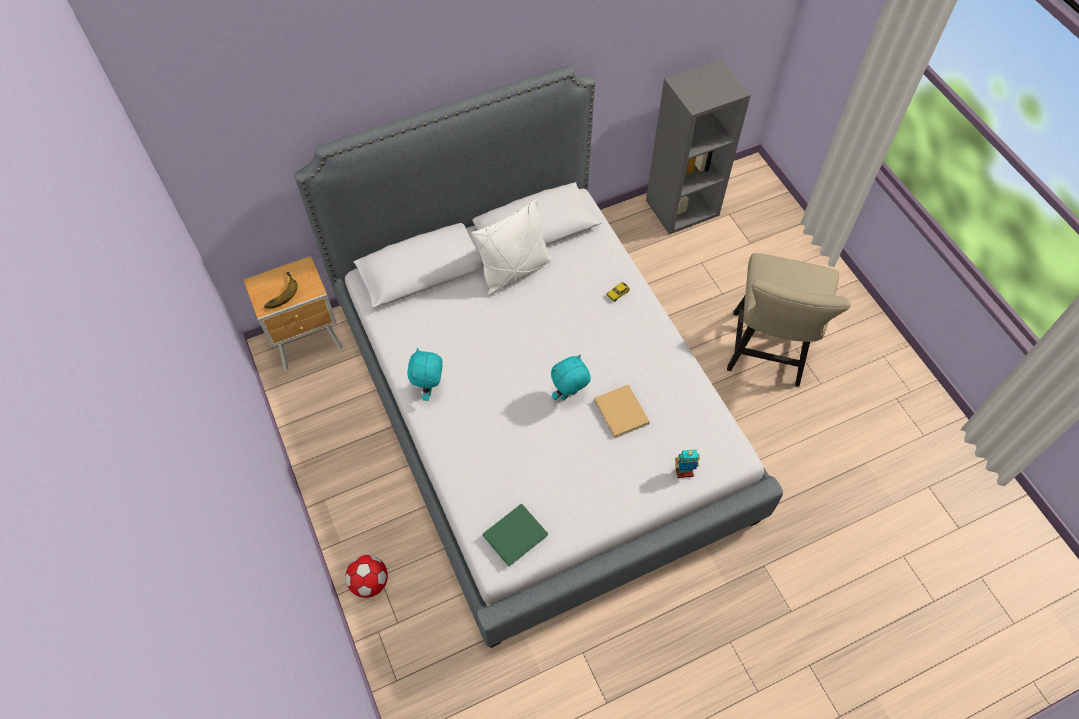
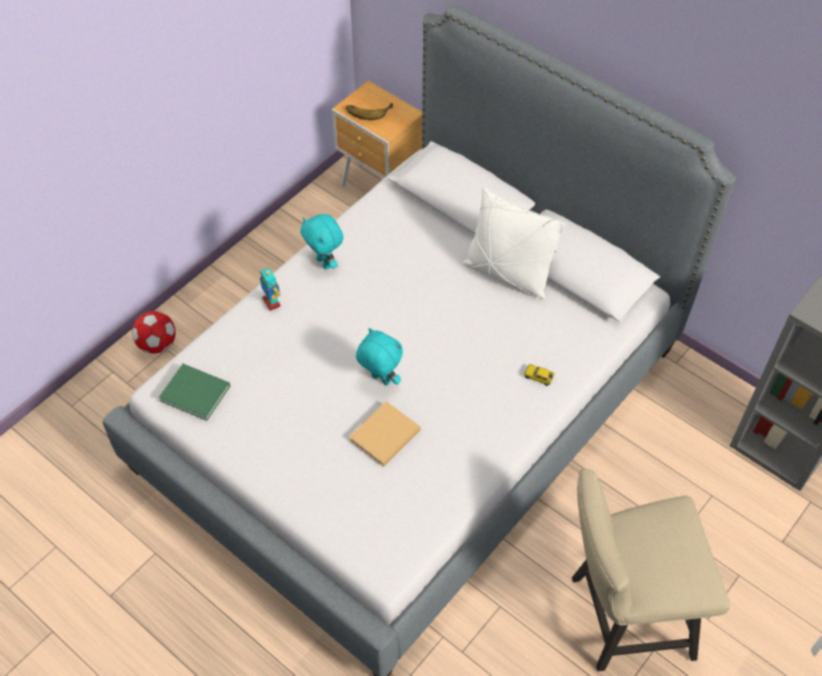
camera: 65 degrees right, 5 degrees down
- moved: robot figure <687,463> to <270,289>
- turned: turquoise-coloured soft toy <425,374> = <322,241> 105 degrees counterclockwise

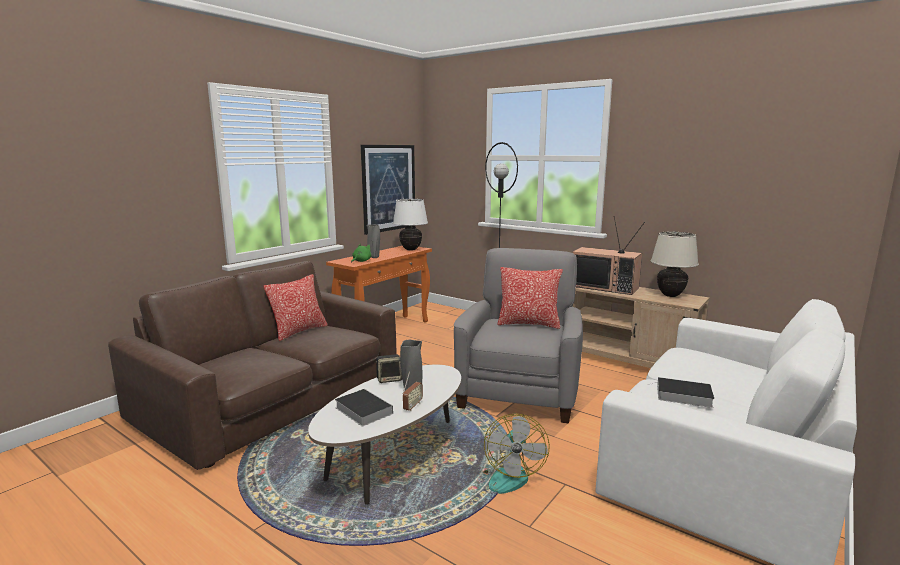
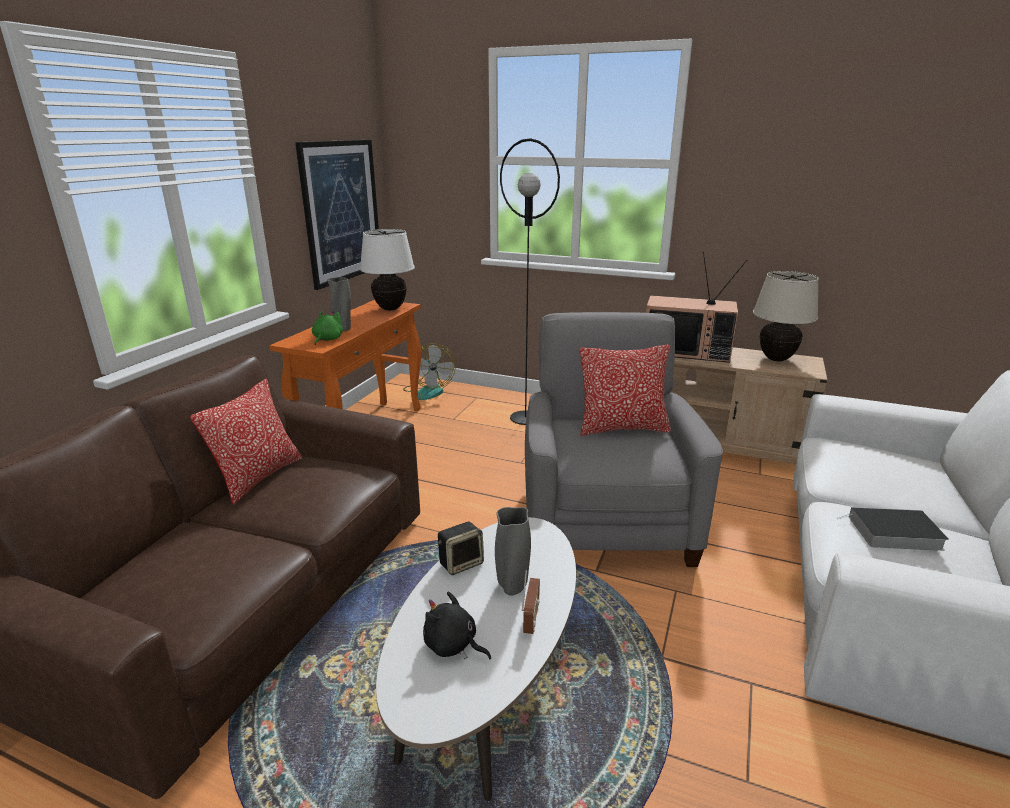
camera: 15 degrees left, 10 degrees up
- moved: fan <516,453> to <429,372>
- replaced: volume <364,407> to blackish soft toy <457,625>

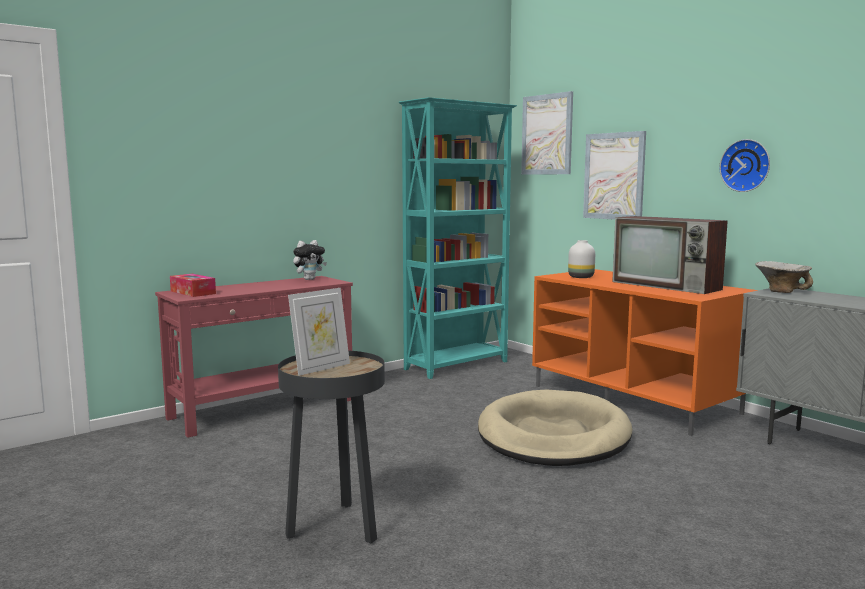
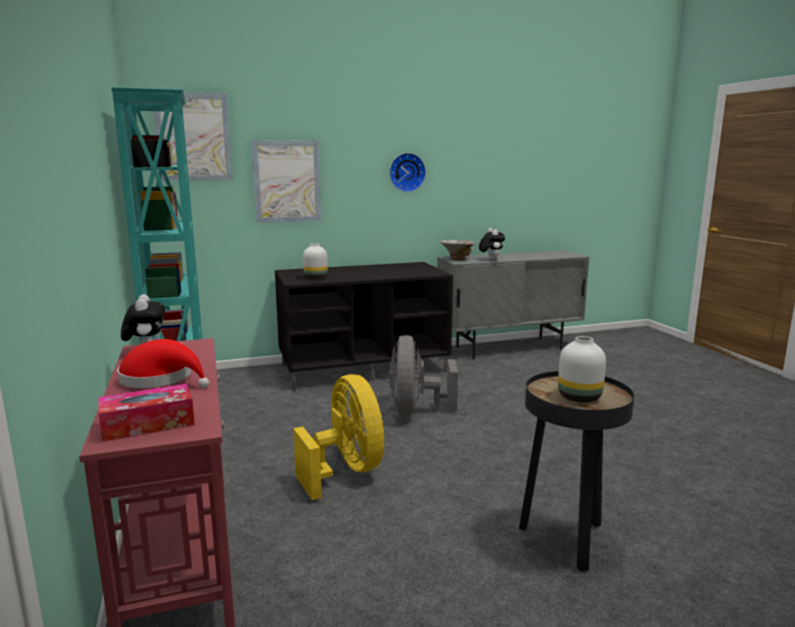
camera: 70 degrees left, 5 degrees up
- removed: TV <670,255>
- added: red clothing hat <163,363>
- added: yellow fan <338,437>
- added: soft toy <492,244>
- replaced: picture frame <319,332> to white flower vase <582,369>
- replaced: beige-coloured dog bed <555,427> to grey fan <423,375>
- recoloured: orange-coloured tv stand <645,352> to blackish tv stand <364,326>

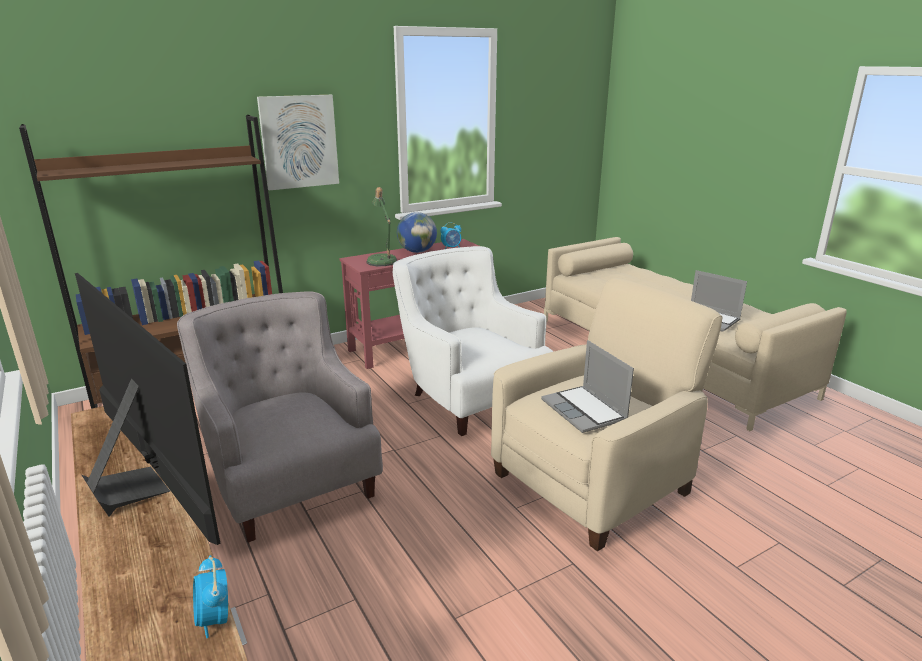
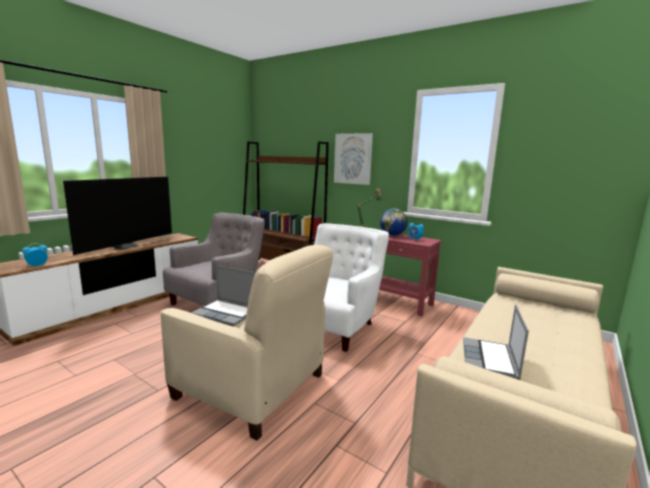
camera: 65 degrees right, 10 degrees down
- turned: portable computer <587,386> = <223,295> 105 degrees counterclockwise

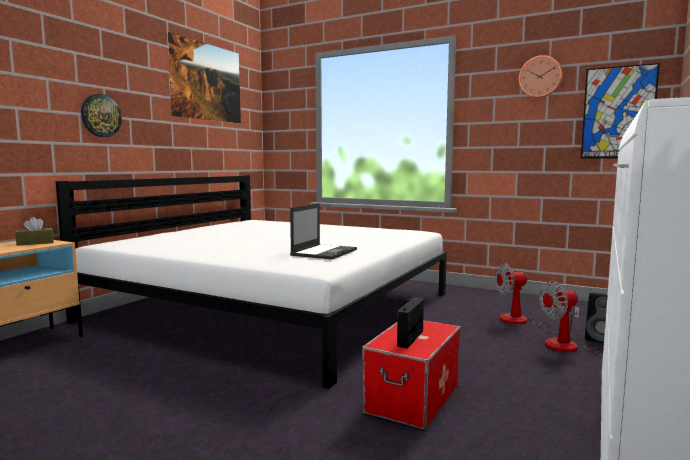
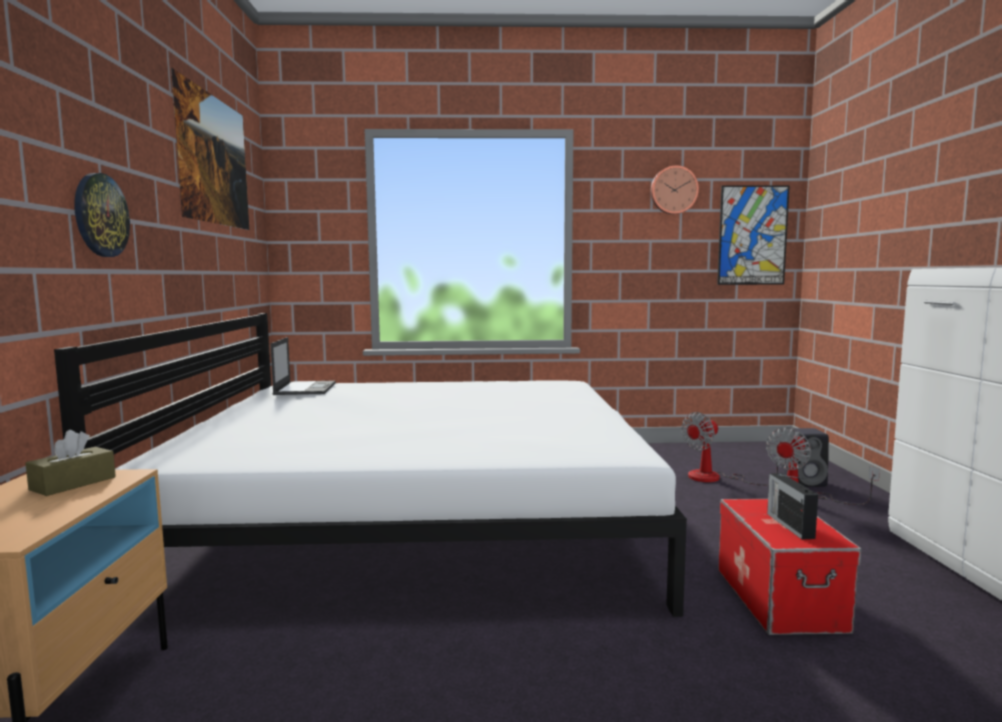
camera: 30 degrees left, 0 degrees up
- moved: portable computer <323,231> to <303,366>

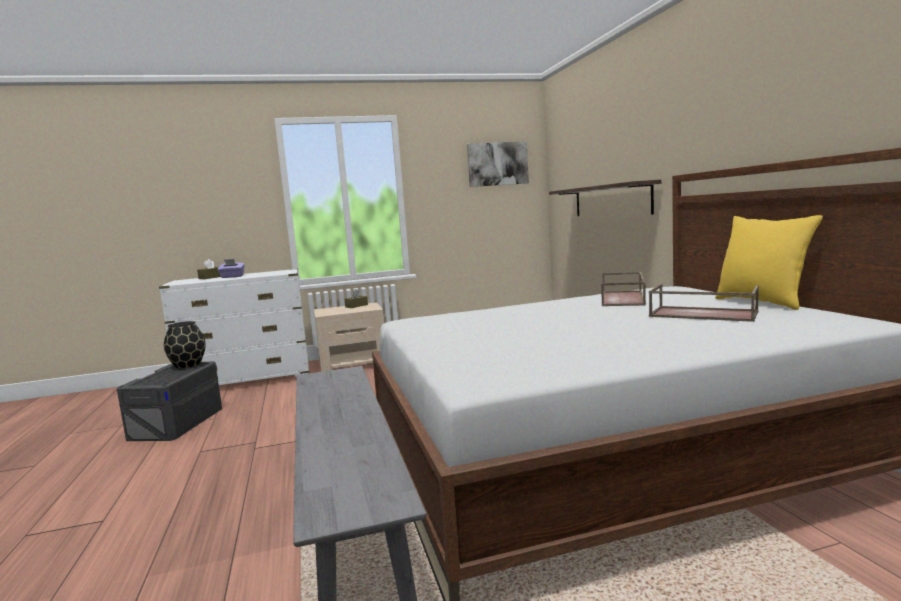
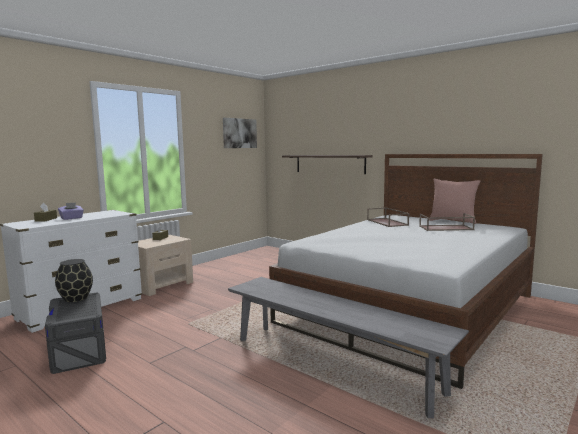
camera: 35 degrees left, 0 degrees up
- recoloured: yellow pillow <769,262> to pink pillow <455,201>

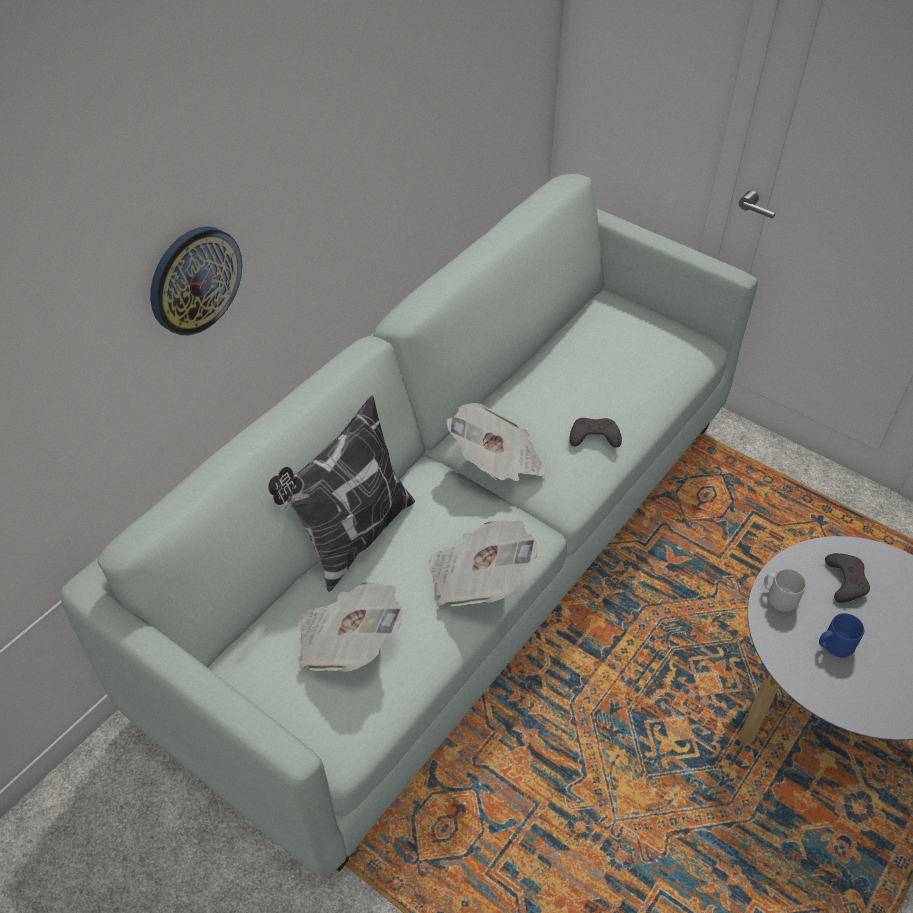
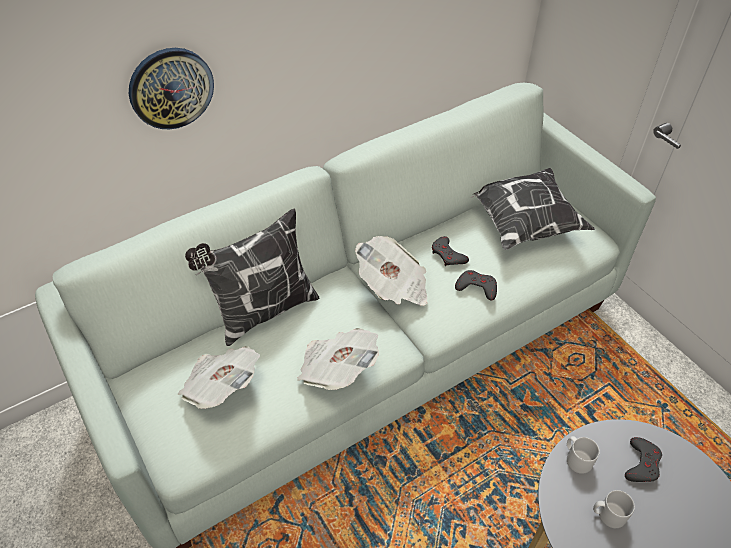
camera: 20 degrees right, 0 degrees up
- added: grey joypad <450,251>
- added: pillow <532,209>
- recoloured: bluish mug <841,635> to grey mug <614,509>

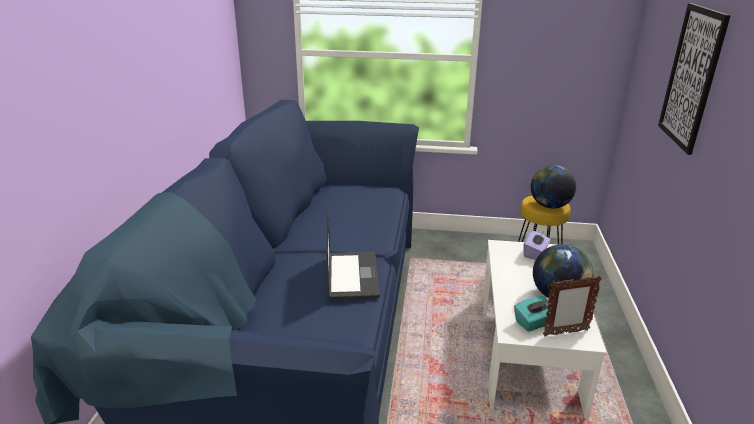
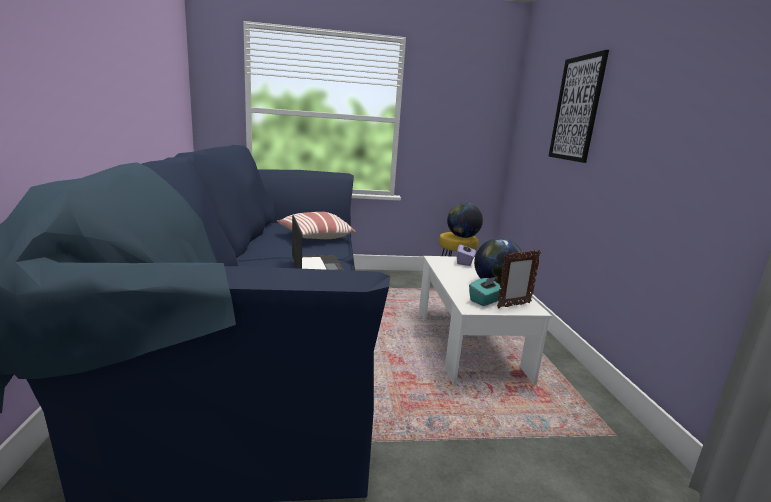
camera: 15 degrees left, 10 degrees down
- added: pillow <316,225>

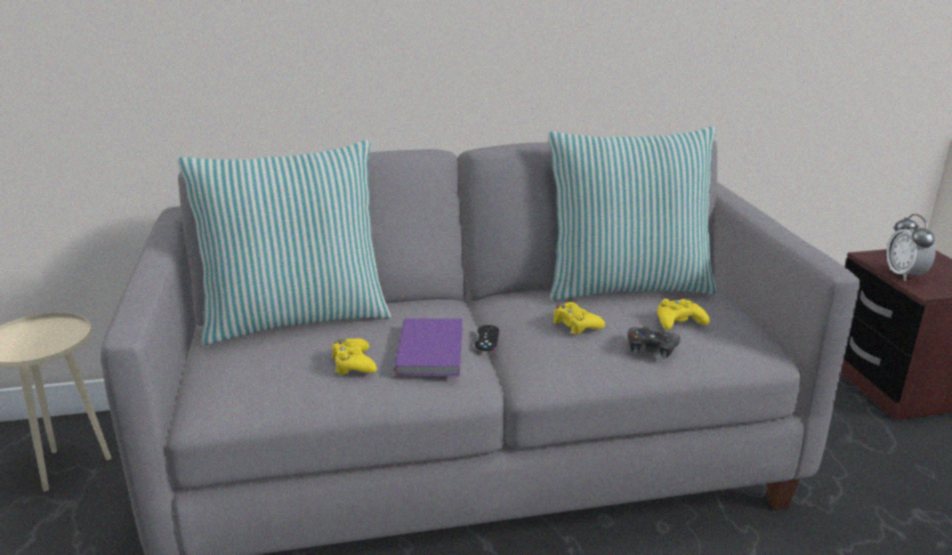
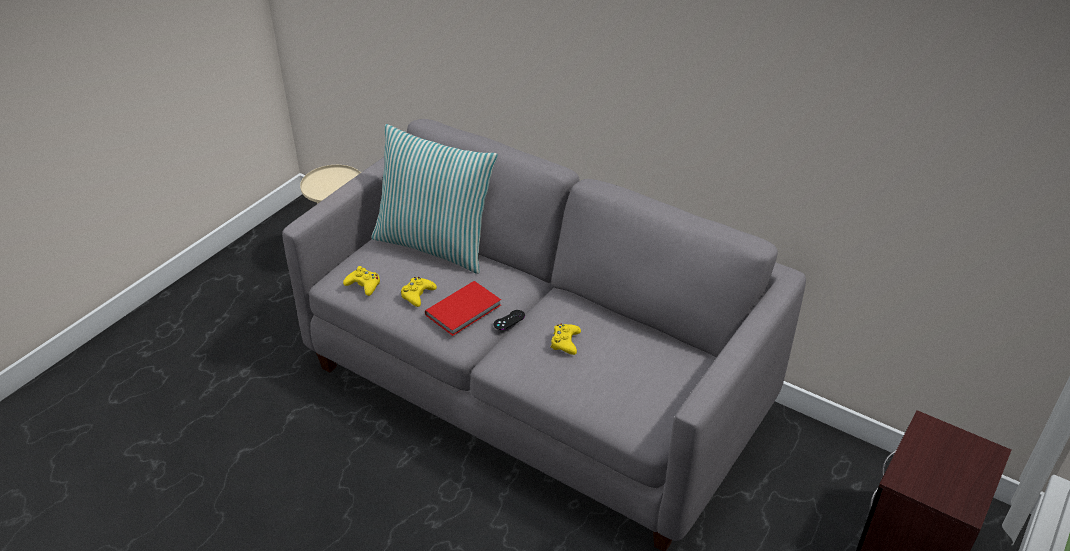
camera: 45 degrees right, 15 degrees up
- removed: pillow <632,213>
- removed: blackish joypad <653,342>
- removed: alarm clock <911,247>
- moved: yellow joypad <683,314> to <361,281>
- recoloured: purple-coloured volume <428,347> to red volume <463,308>

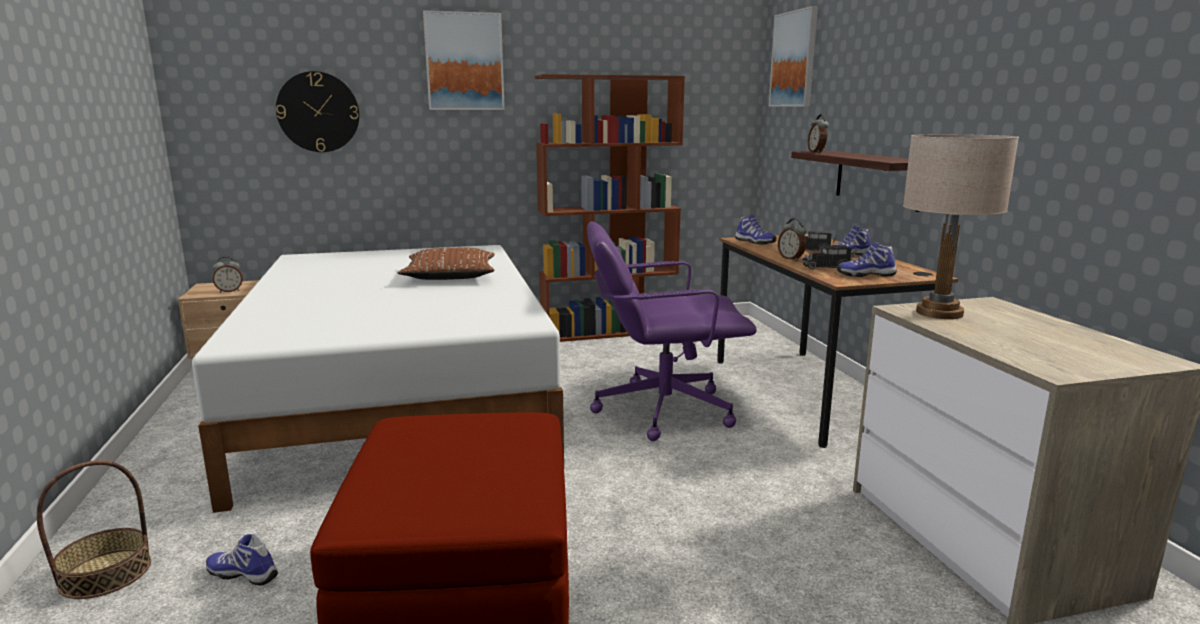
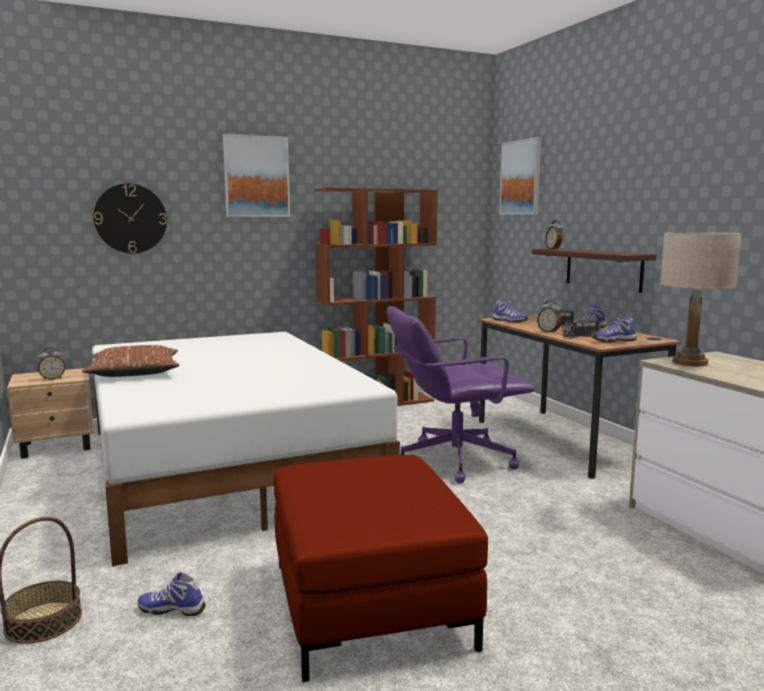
camera: 10 degrees left, 5 degrees down
- moved: brown pillow <446,264> to <130,361>

